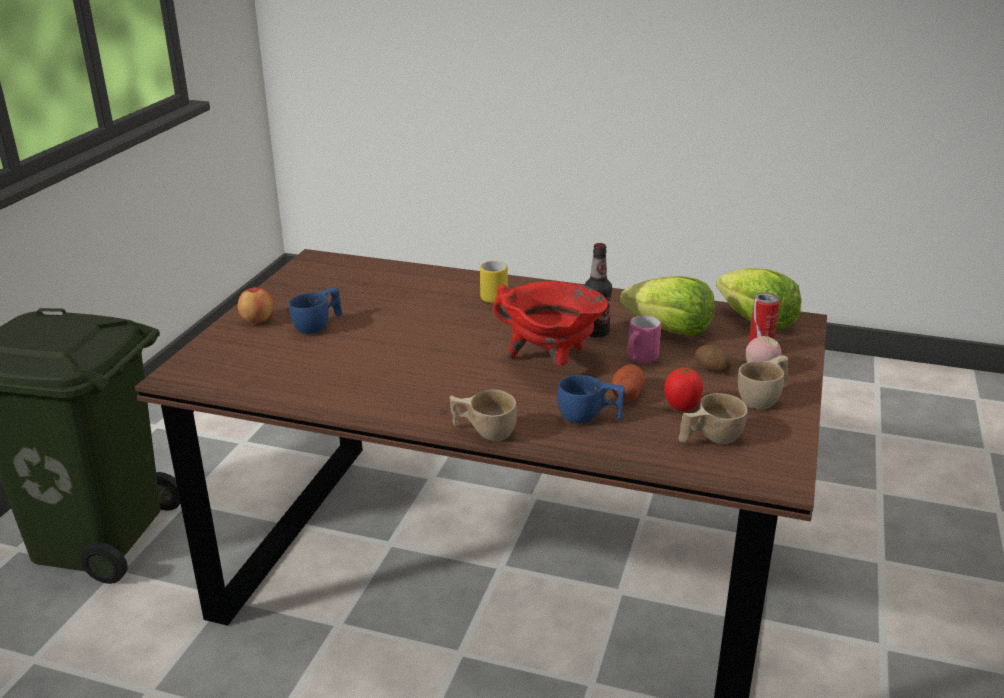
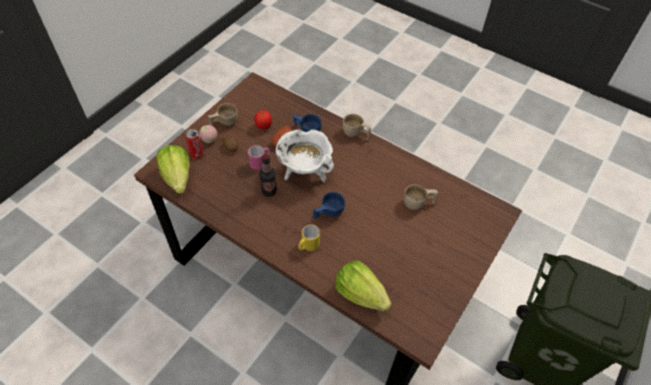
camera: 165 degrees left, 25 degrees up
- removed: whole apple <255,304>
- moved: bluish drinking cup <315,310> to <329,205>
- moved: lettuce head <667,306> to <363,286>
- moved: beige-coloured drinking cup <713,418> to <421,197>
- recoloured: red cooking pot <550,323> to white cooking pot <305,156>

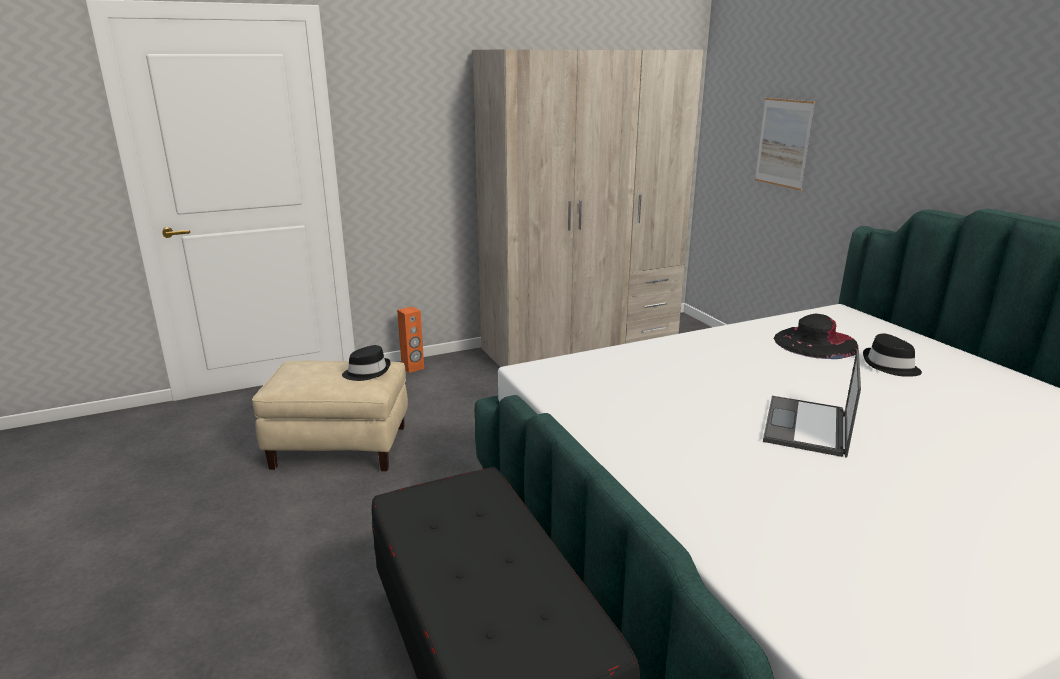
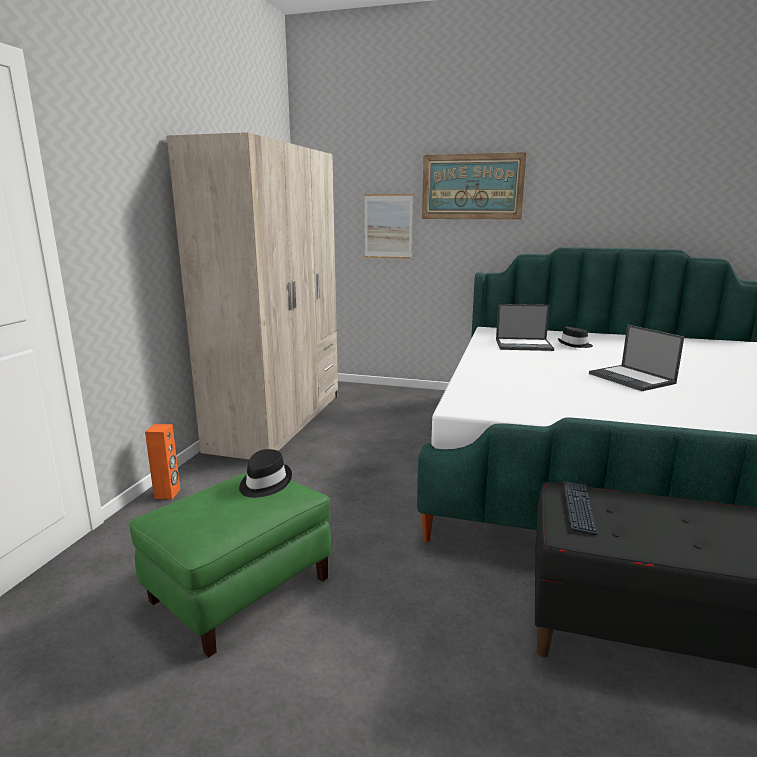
camera: 50 degrees left, 5 degrees down
- added: wall art <474,186>
- added: computer keyboard <580,508>
- replaced: blackish clothing hat <816,336> to portable computer <525,327>
- recoloured: beige-coloured pouffe <330,416> to green-coloured pouffe <229,564>

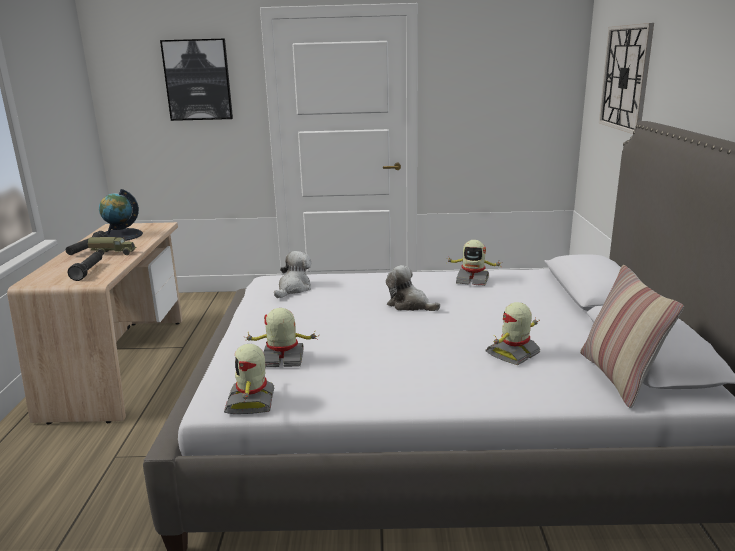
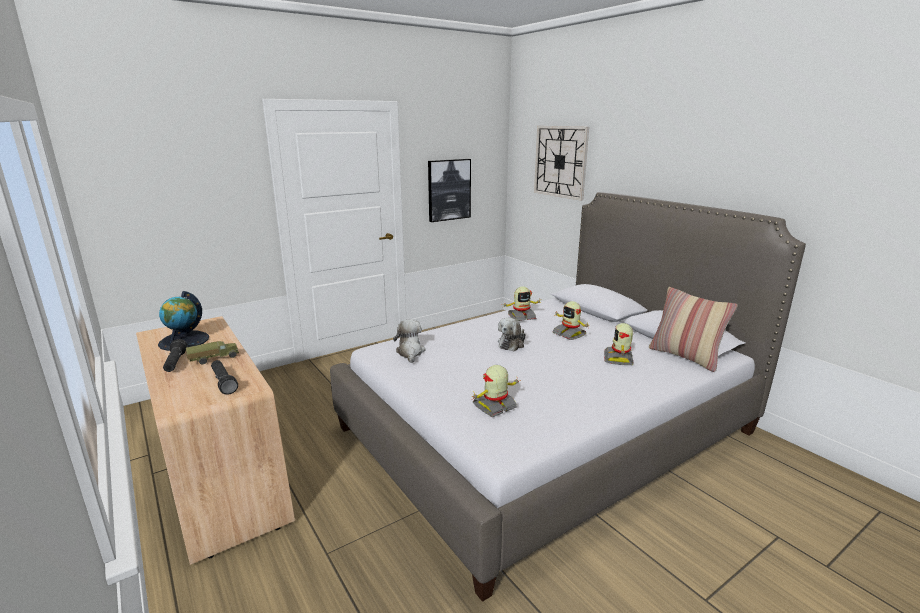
camera: 35 degrees left, 0 degrees up
- moved: wall art <196,80> to <449,190>
- moved: robot figure <249,379> to <571,320>
- turned: soft toy <413,288> = <512,335> 60 degrees counterclockwise

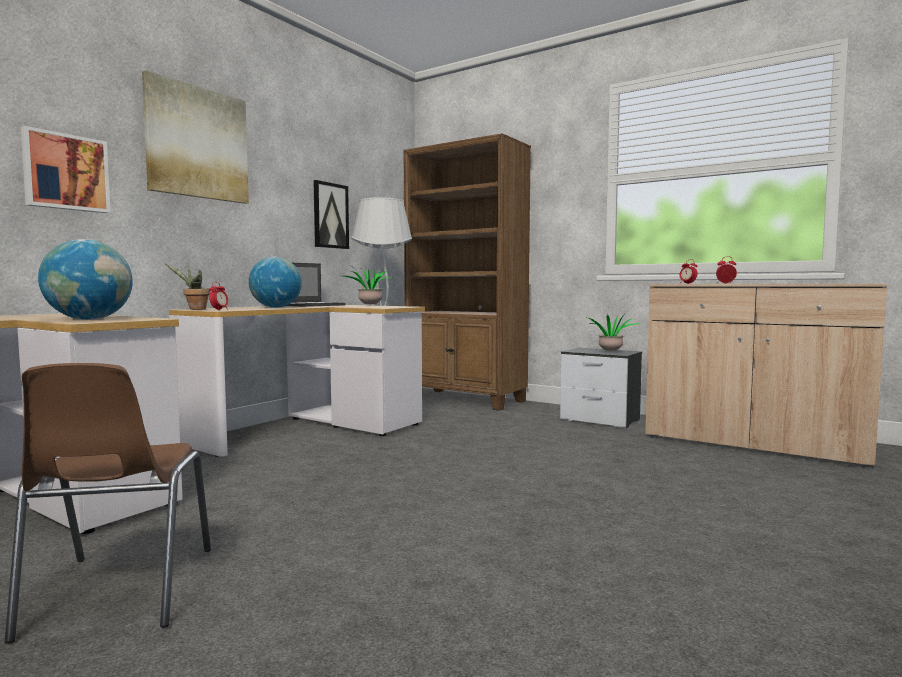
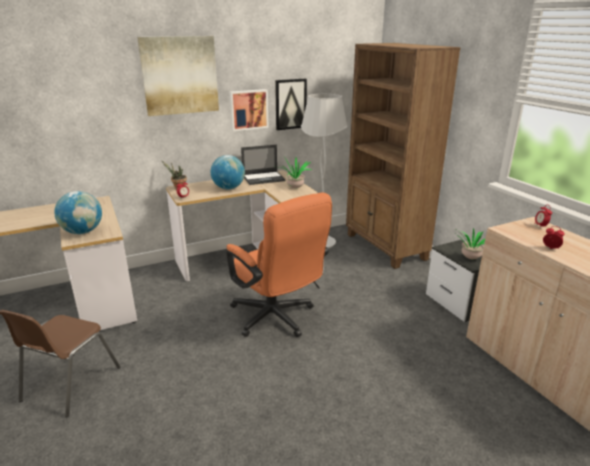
camera: 30 degrees right, 20 degrees up
- added: orange-coloured desk chair <279,265>
- moved: wall art <65,169> to <249,110>

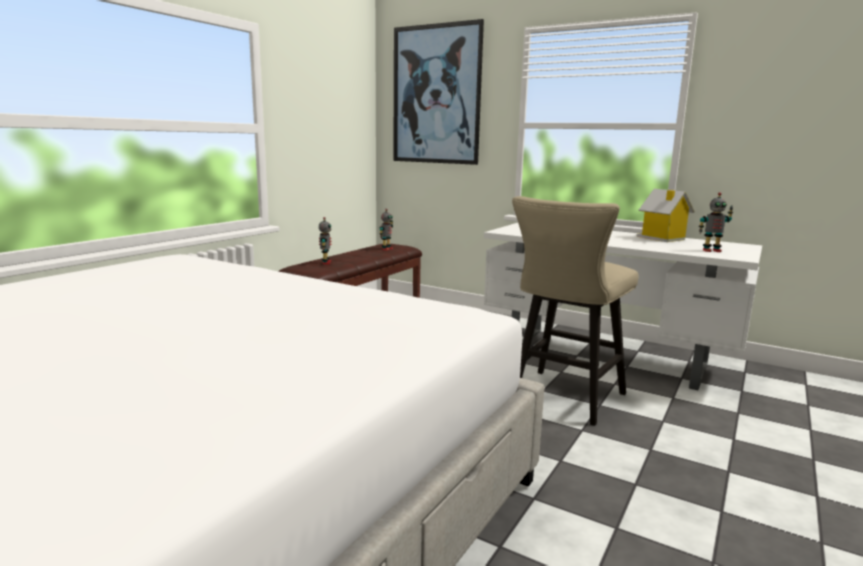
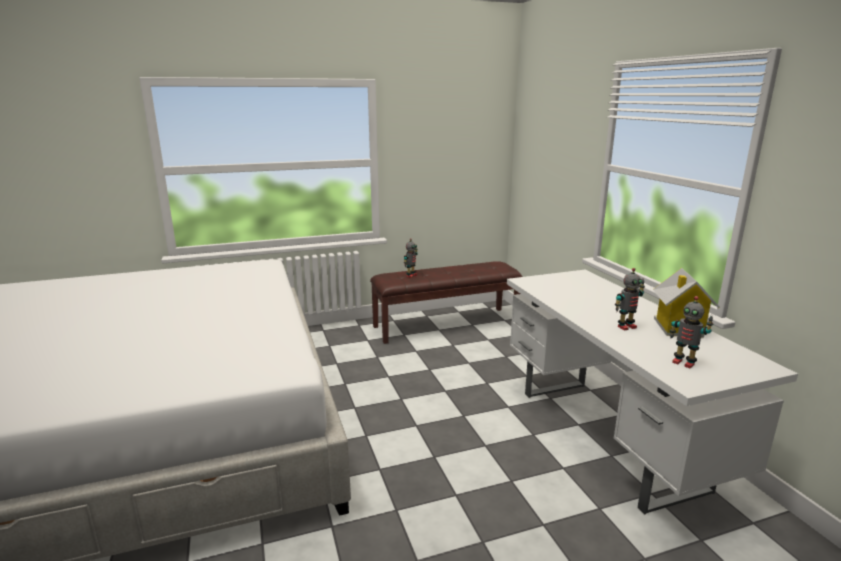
camera: 40 degrees right, 5 degrees up
- removed: wall art <438,92>
- removed: beige-coloured stool <575,311>
- moved: robot figure <386,229> to <630,299>

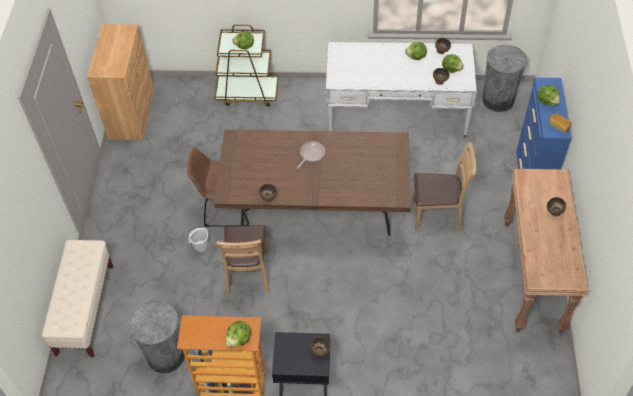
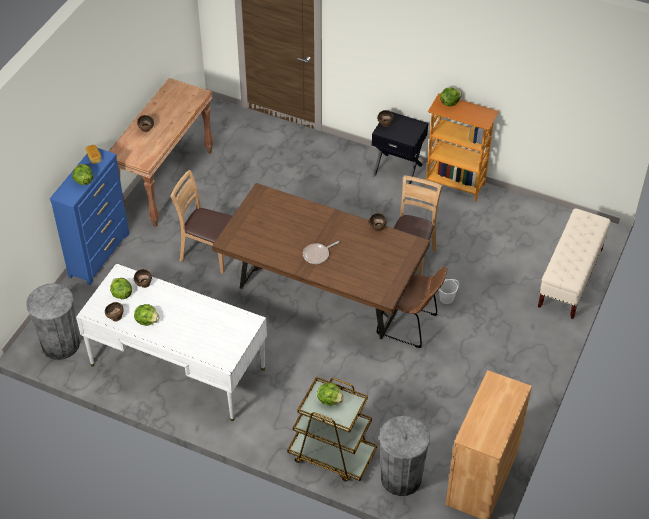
camera: 160 degrees left, 5 degrees down
- moved: grey trash can <157,336> to <404,456>

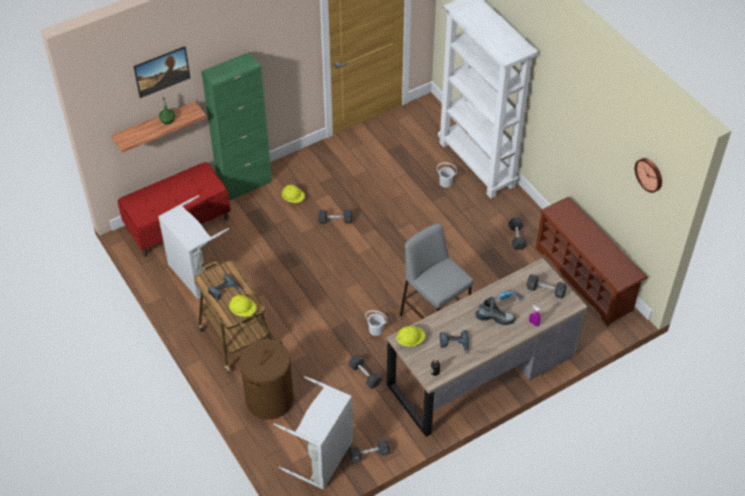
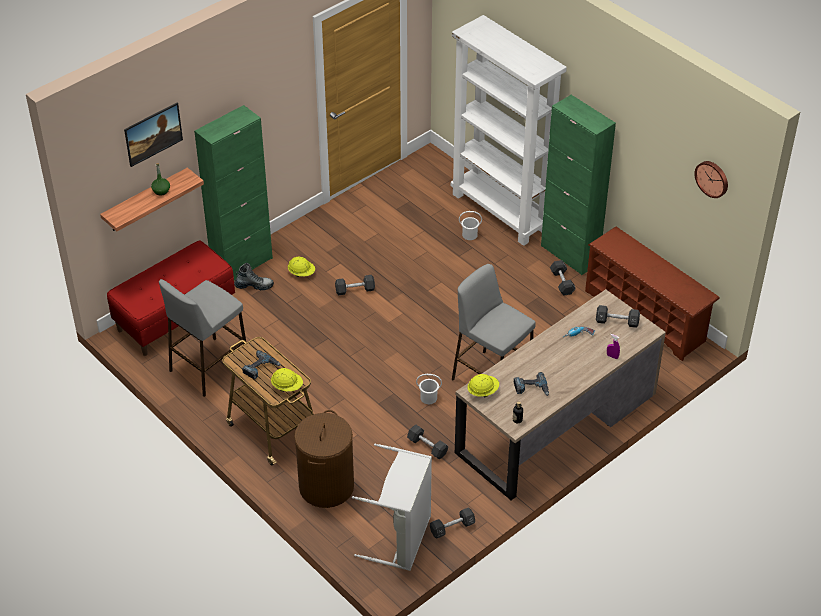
camera: 10 degrees left, 5 degrees down
- added: green-coloured cabinet <578,185>
- moved: tall boot <495,311> to <254,276>
- replaced: grey washing basket <193,247> to grey stool <202,338>

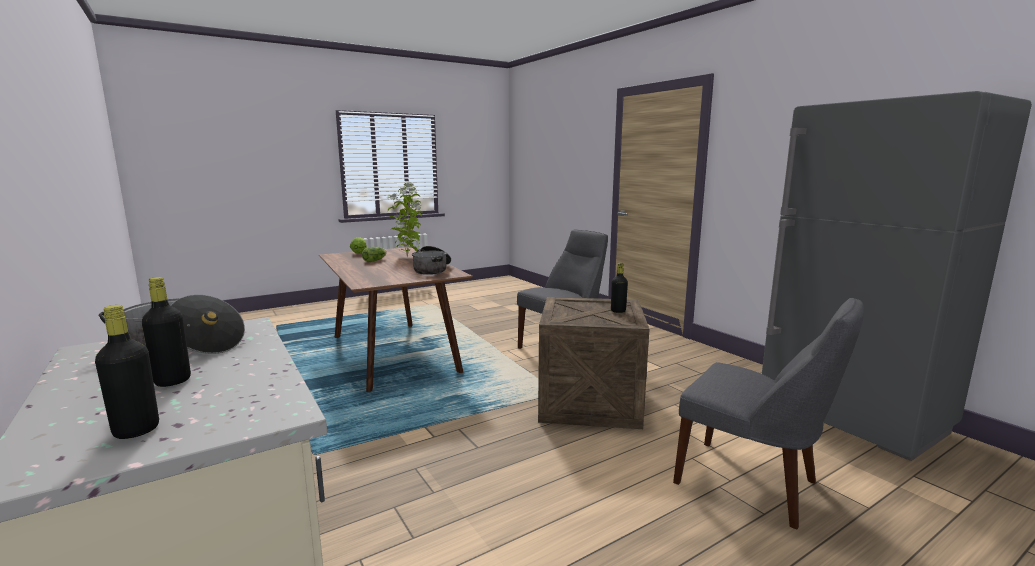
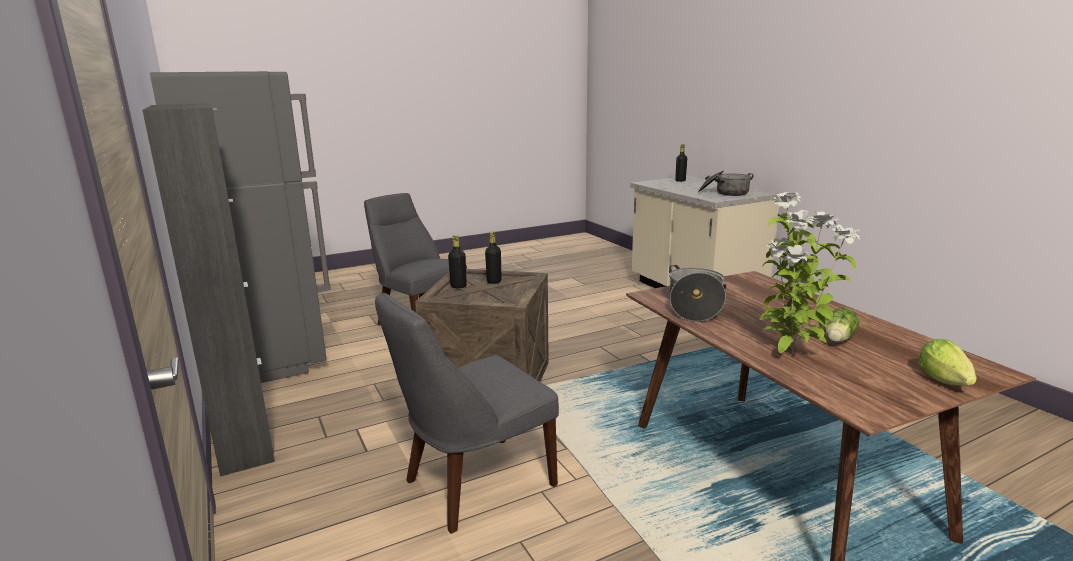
camera: 175 degrees left, 5 degrees up
- added: blackish cabinet <208,289>
- moved: blackish drink bottle <166,332> to <493,257>

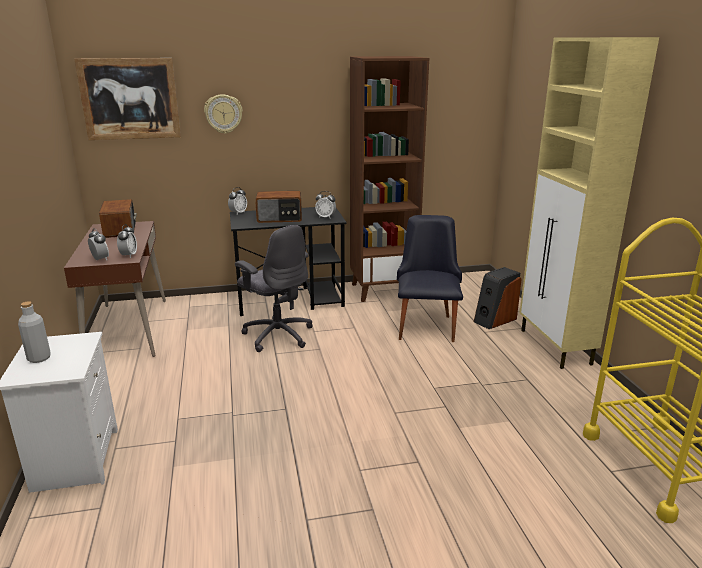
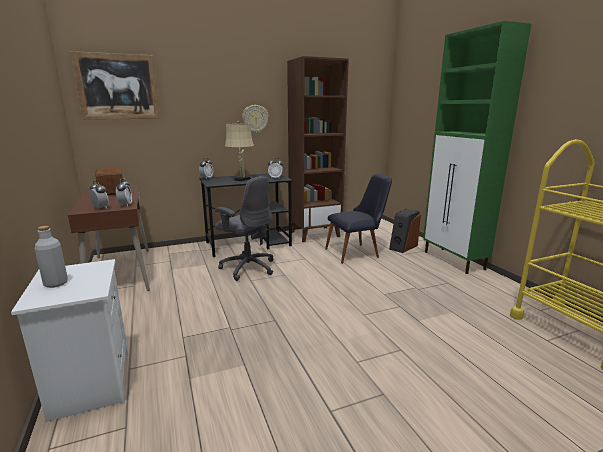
camera: 10 degrees left, 5 degrees down
- moved: wall clock <223,114> to <255,119>
- replaced: radio <278,207> to beige-coloured tabletop lamp <239,151>
- recoloured: beige-coloured cabinet <589,203> to green-coloured cabinet <477,147>
- turned: blackish upright chair <430,278> = <358,219> 75 degrees clockwise

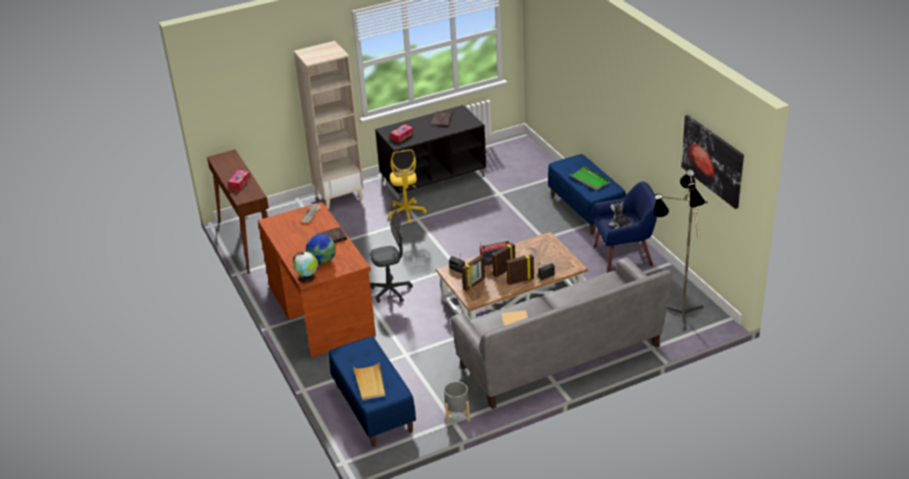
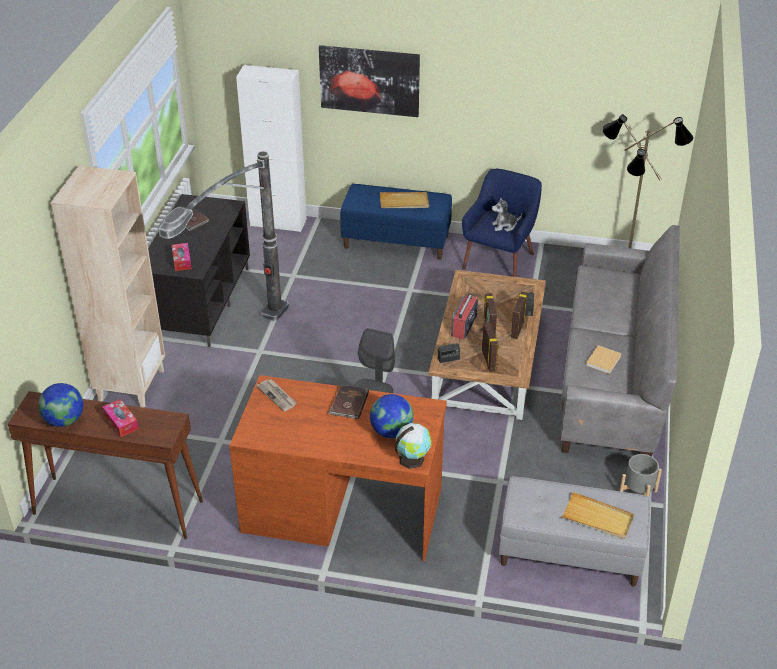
camera: 55 degrees left, 5 degrees up
- added: desk globe <60,405>
- added: white cabinet <271,148>
- moved: wall art <712,162> to <369,81>
- replaced: yellow desk chair <407,186> to standing lamp <224,236>
- recoloured: bluish indoor bench <372,391> to grey indoor bench <574,531>
- recoloured: green-coloured carrying tray <589,178> to beige-coloured carrying tray <404,200>

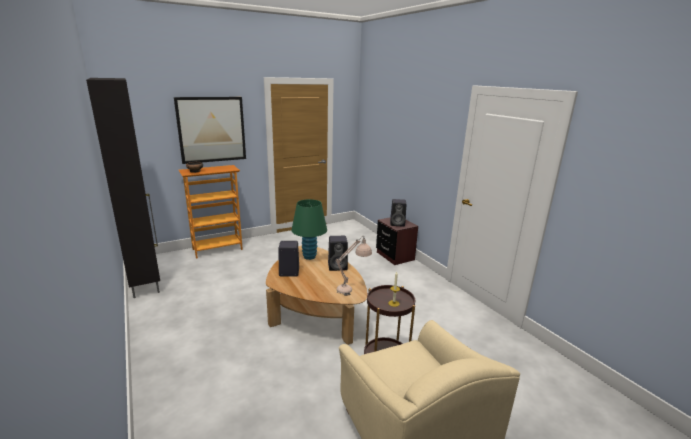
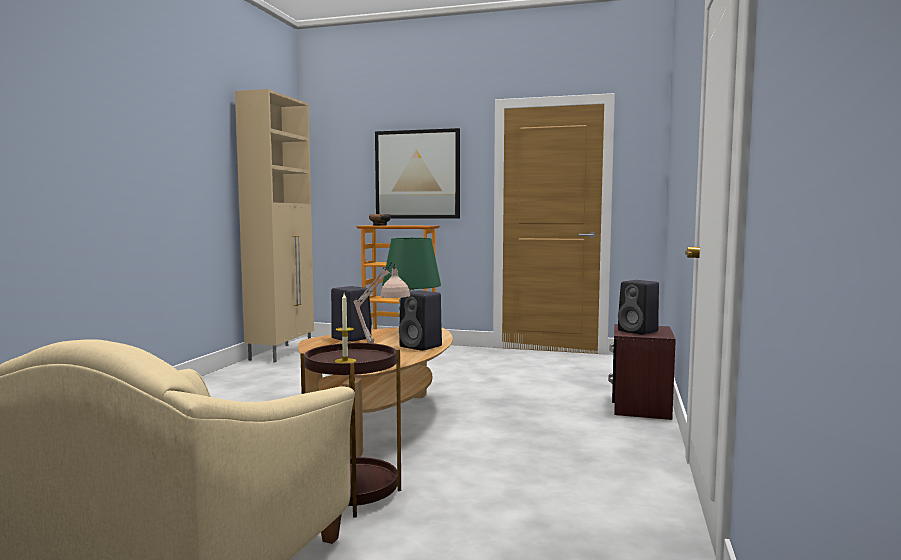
camera: 45 degrees right, 15 degrees down
- recoloured: blackish cabinet <123,188> to beige-coloured cabinet <274,225>

